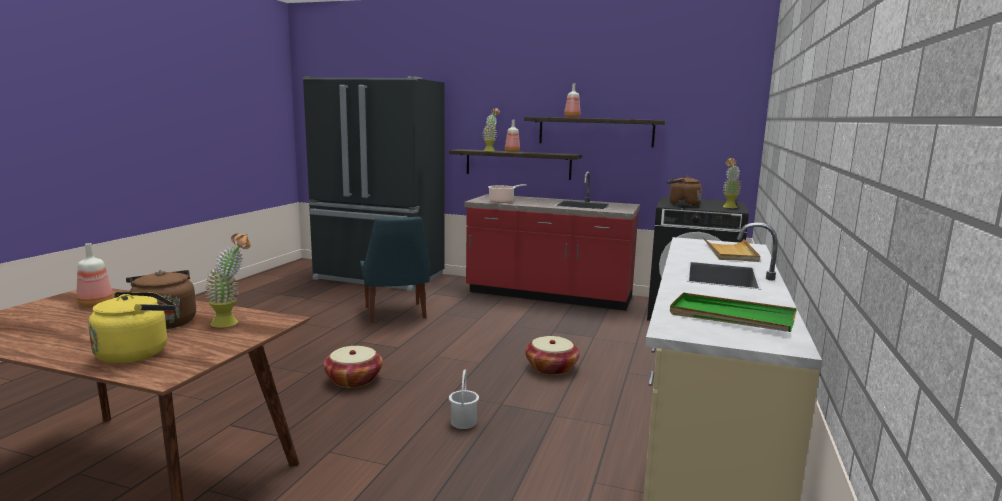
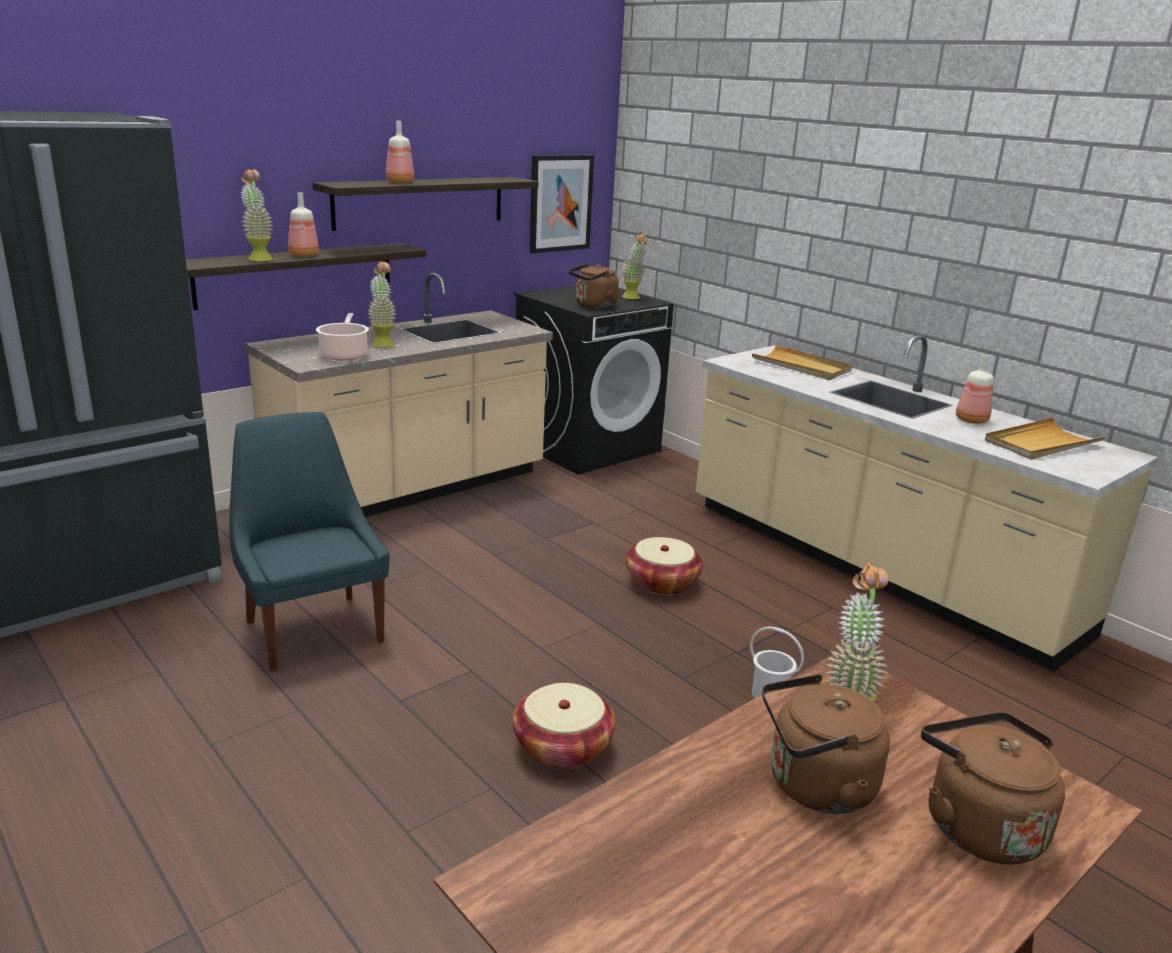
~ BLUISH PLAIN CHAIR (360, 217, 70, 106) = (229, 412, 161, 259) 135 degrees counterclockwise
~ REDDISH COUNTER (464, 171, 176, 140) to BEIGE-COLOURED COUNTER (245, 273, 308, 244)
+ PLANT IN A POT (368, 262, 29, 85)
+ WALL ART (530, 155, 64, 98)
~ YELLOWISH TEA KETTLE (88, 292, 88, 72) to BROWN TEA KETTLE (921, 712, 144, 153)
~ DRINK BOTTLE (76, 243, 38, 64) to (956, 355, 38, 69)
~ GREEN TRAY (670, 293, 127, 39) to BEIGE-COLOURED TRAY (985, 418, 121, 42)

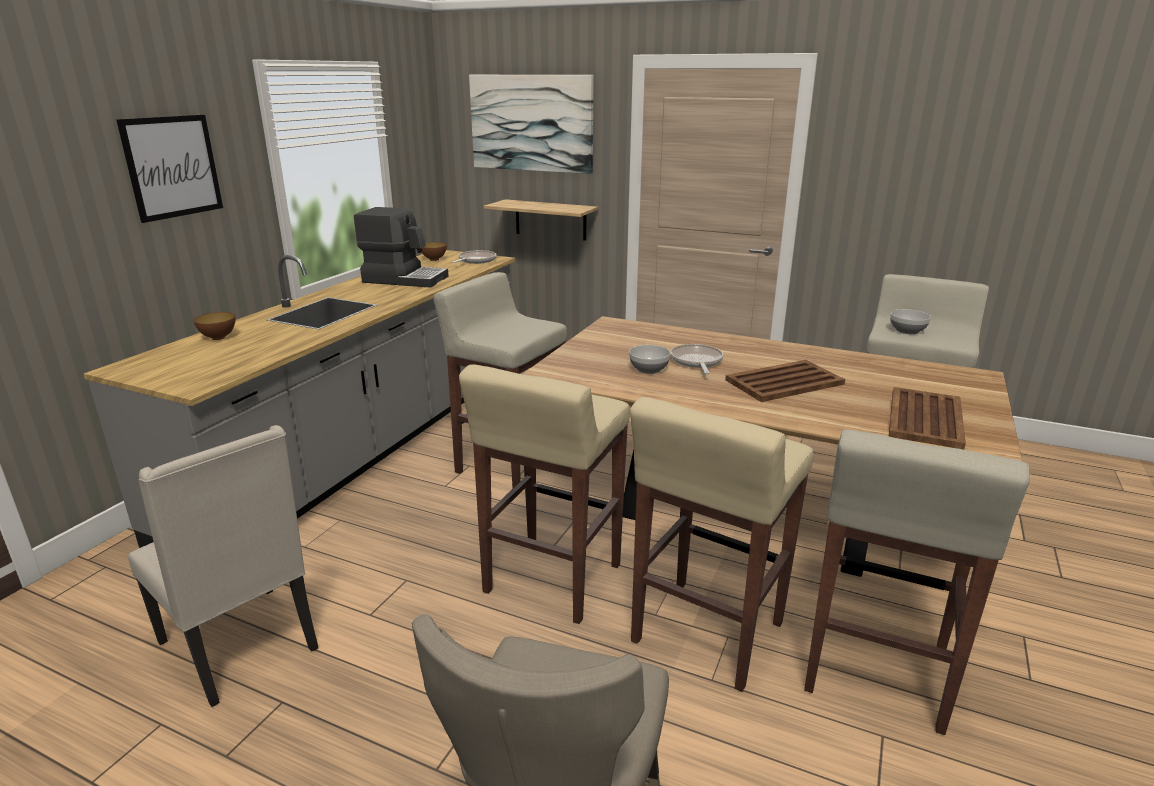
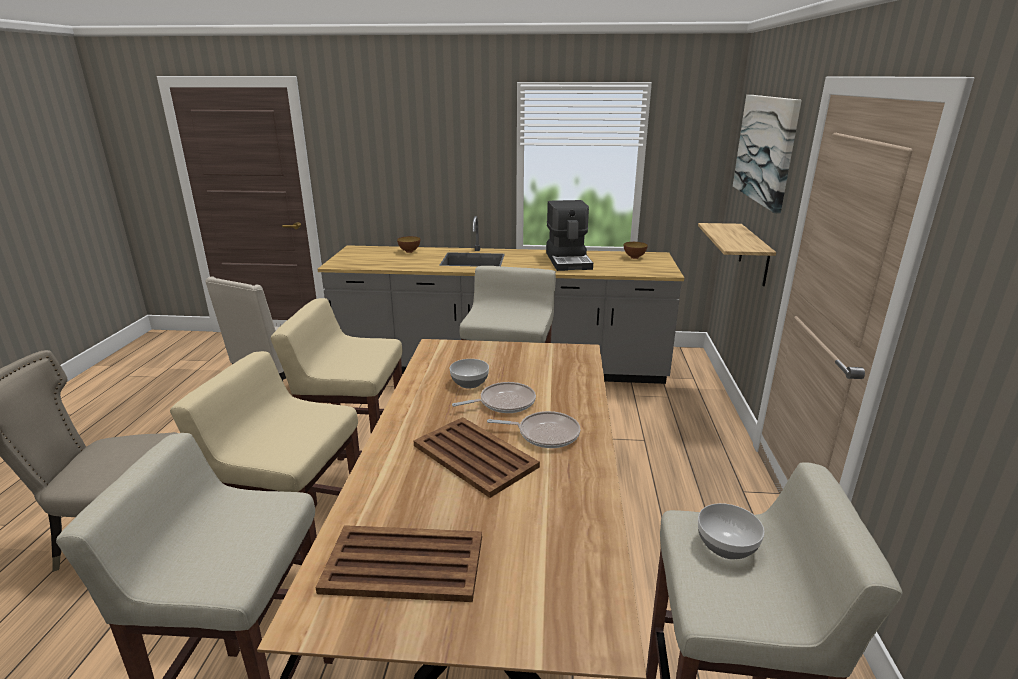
~ FRYING PAN (452, 250, 44, 14) to (487, 411, 93, 37)
- WALL ART (116, 115, 107, 108)

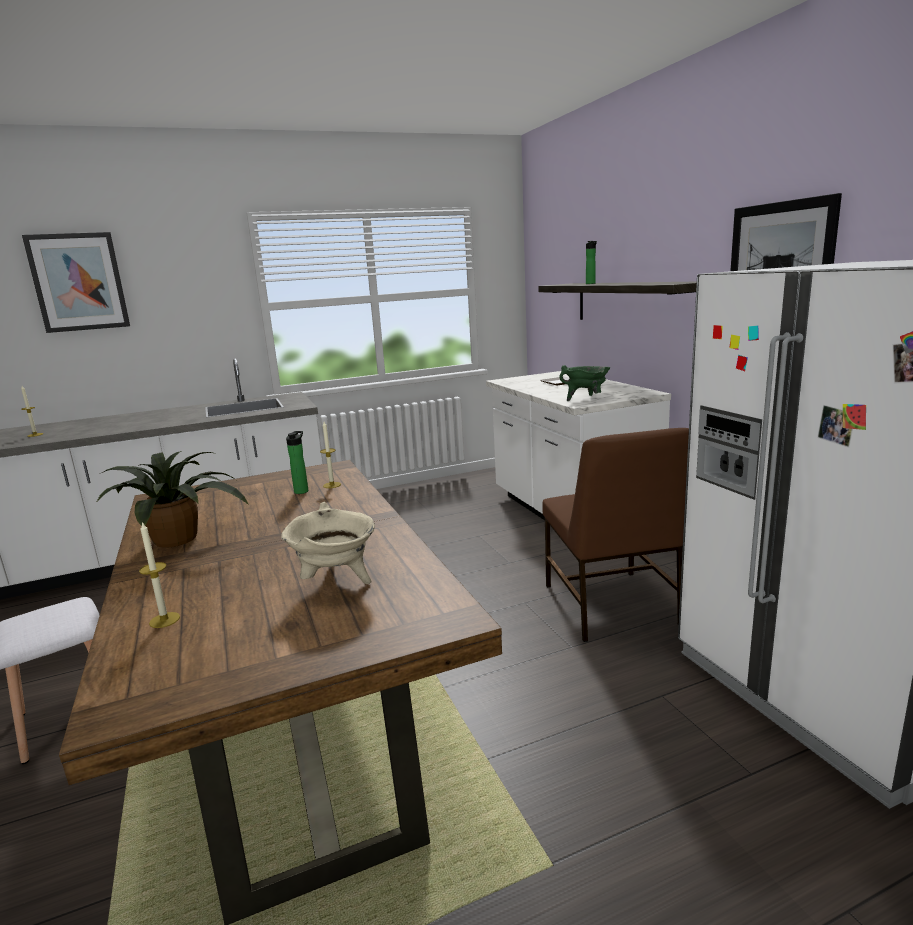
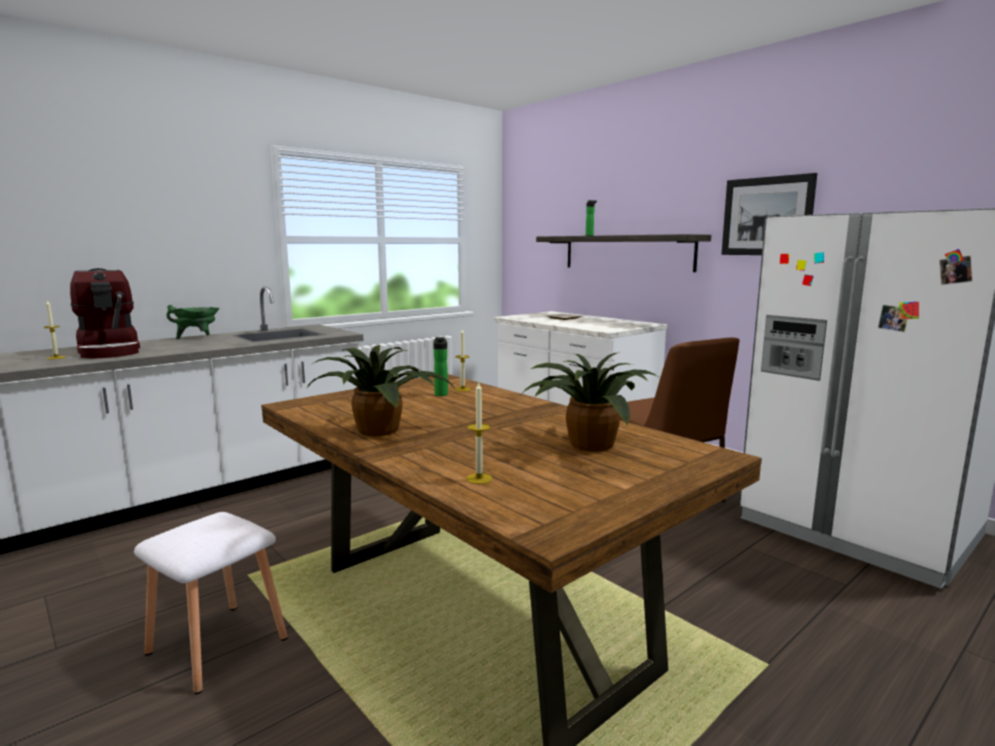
+ COFFEE BREWER (70, 268, 70, 90)
~ GREEN SAUCEPOT (559, 365, 51, 36) to (166, 305, 54, 34)
~ BEIGE-COLOURED SAUCEPOT (282, 502, 93, 82) to PLANT IN A POT (522, 352, 138, 100)
- WALL ART (22, 232, 108, 101)

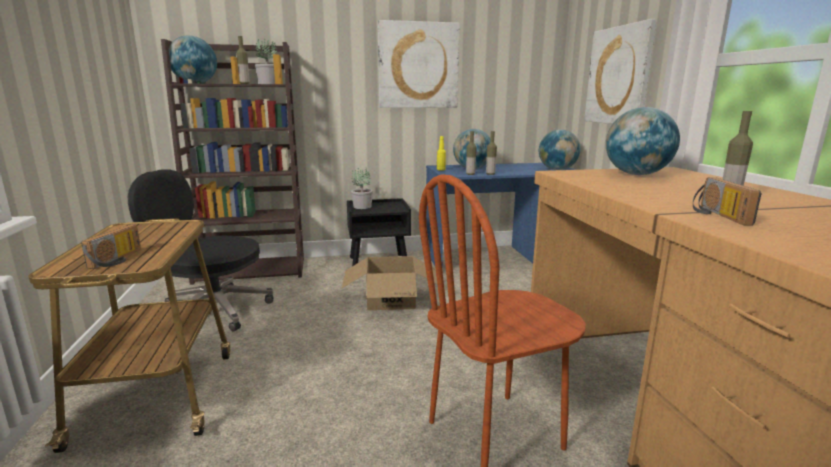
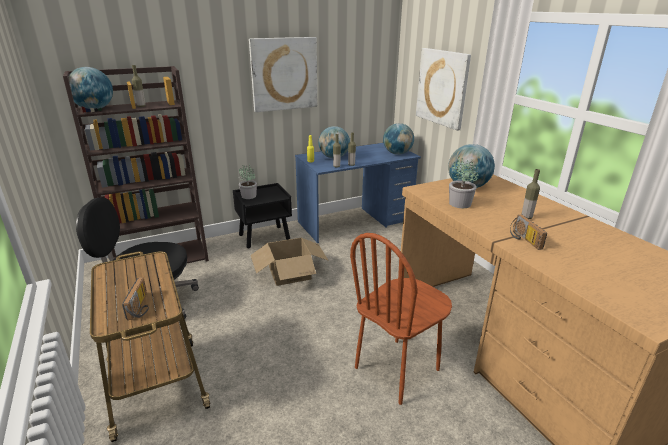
~ PLANT IN A POT (255, 39, 22, 45) to (449, 157, 29, 51)

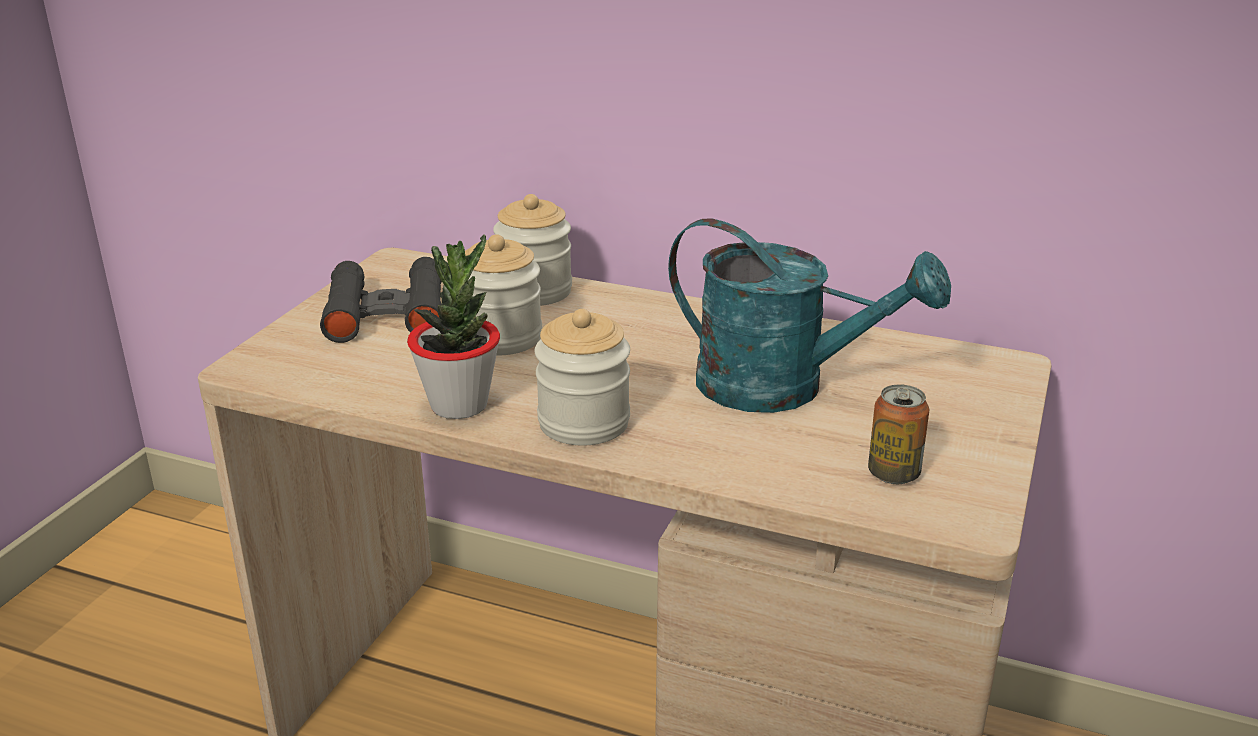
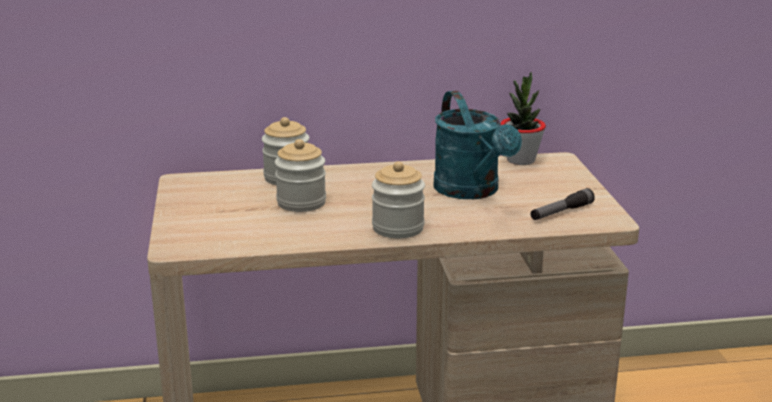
~ TURQUOISE-COLOURED SPRINKLING CAN (668, 219, 283, 194) = (434, 91, 88, 108) 75 degrees clockwise
~ PLANT IN A POT (407, 234, 93, 185) to (500, 72, 46, 93)
~ METAL CAN (868, 385, 61, 99) to FLASHLIGHT (531, 188, 64, 32)
- BLACK BINOCULARS (320, 257, 122, 86)

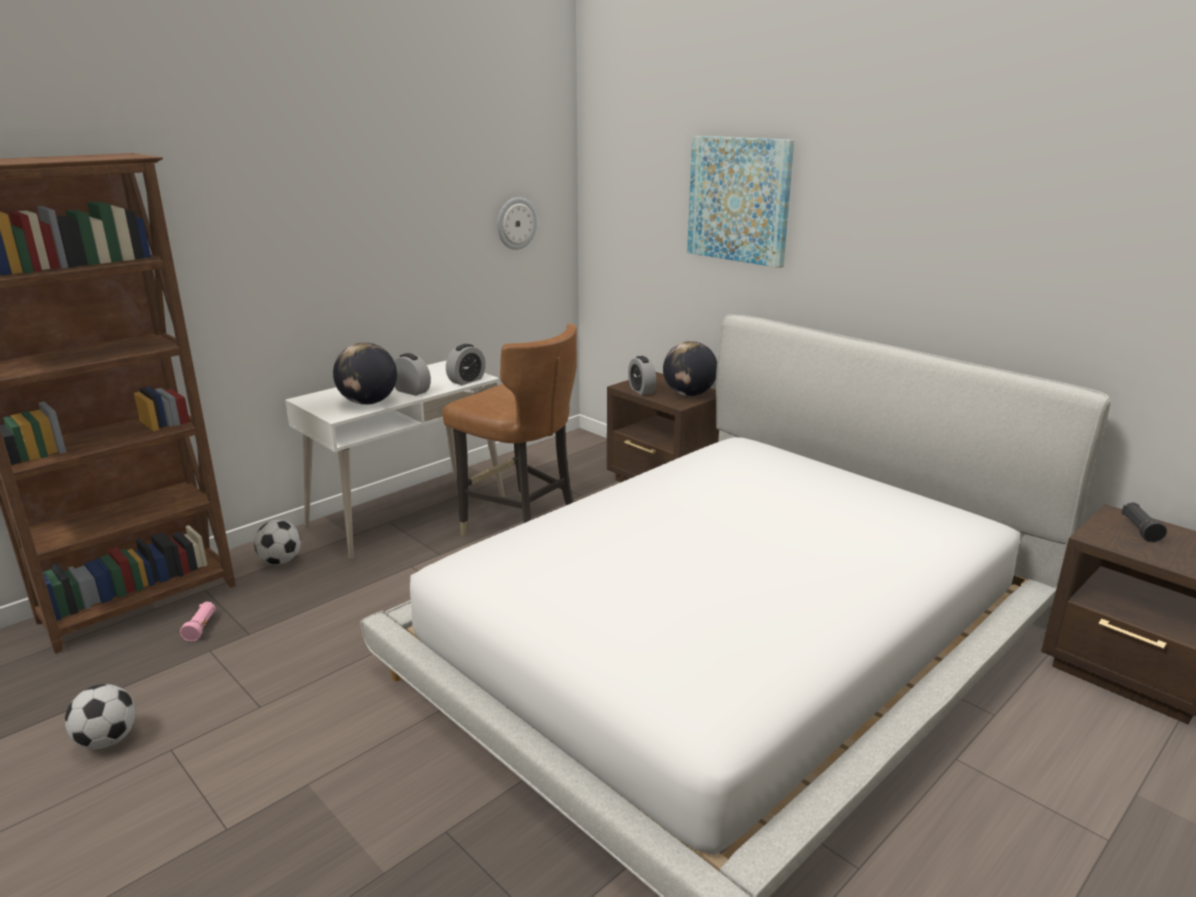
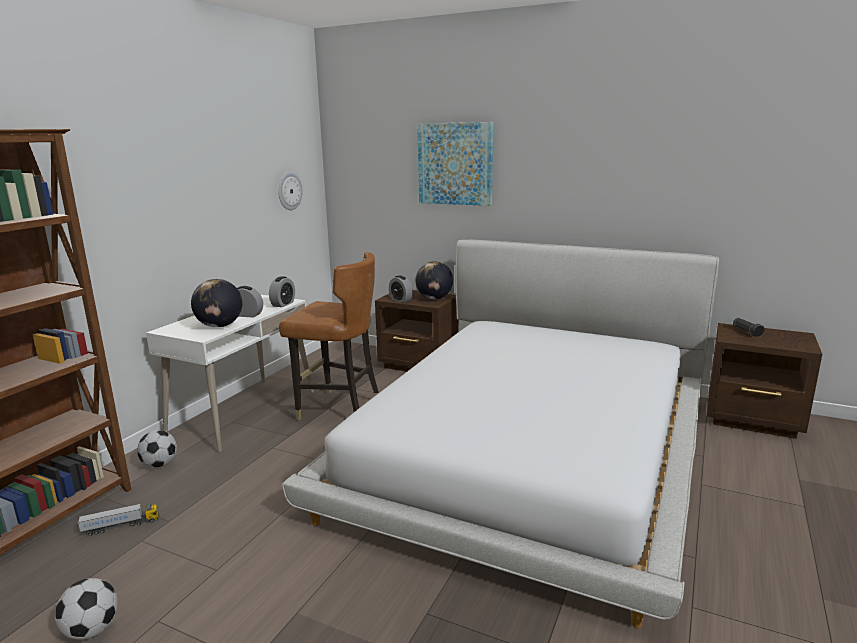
~ PINKISH FLASHLIGHT (180, 602, 36, 39) to MODEL TRUCK (78, 503, 81, 33)

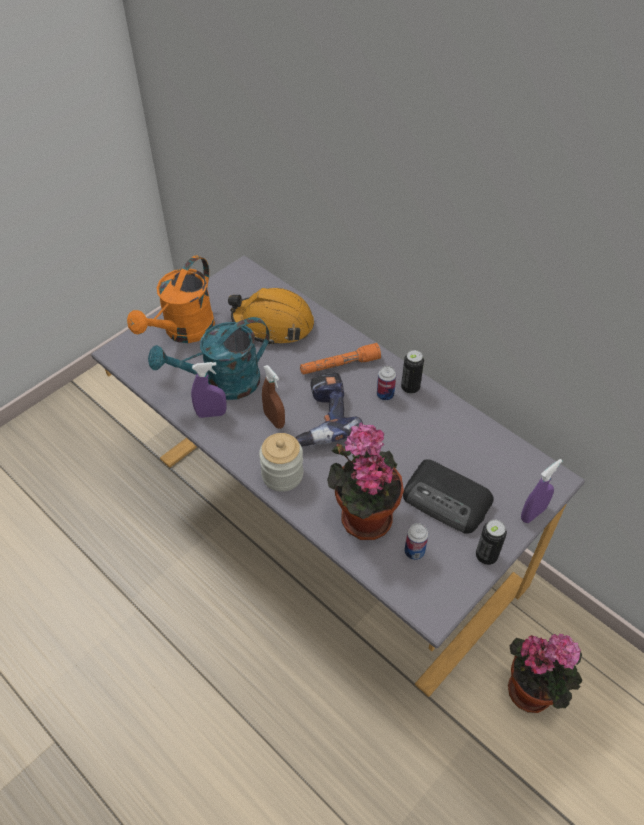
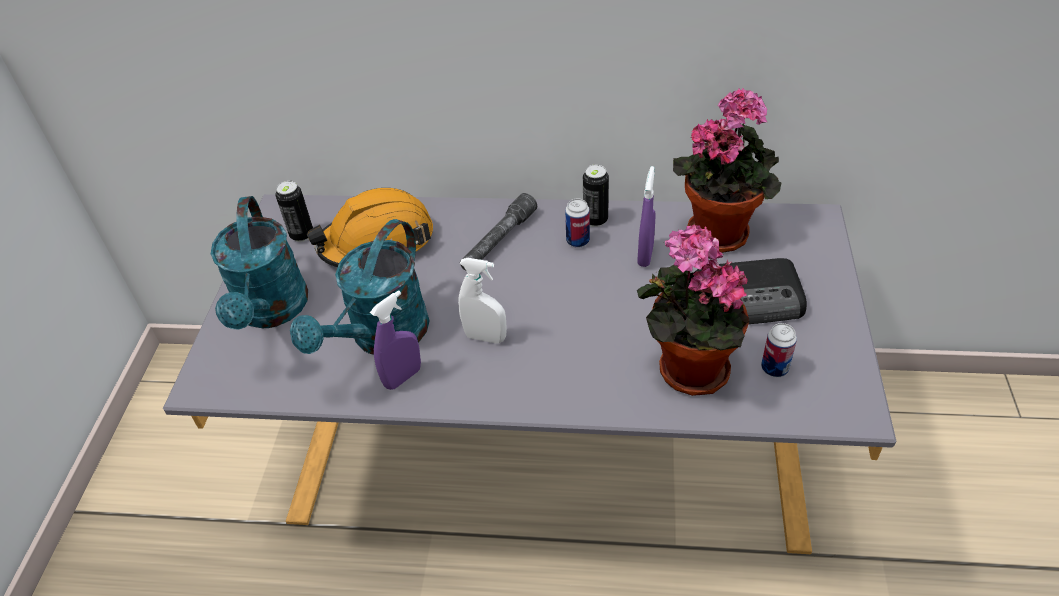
~ ORANGE-COLOURED SPRINKLING CAN (127, 256, 88, 87) to TURQUOISE-COLOURED SPRINKLING CAN (211, 196, 97, 134)
~ METAL CAN (476, 520, 31, 45) to (275, 181, 38, 61)
~ BROWN HAND SPRAYER (262, 365, 23, 64) to WHITE-COLOURED HAND SPRAYER (458, 258, 49, 85)
~ ORANGE-COLOURED FLASHLIGHT (300, 343, 81, 32) to GRAY FLASHLIGHT (460, 193, 77, 78)
~ PURPLISH HAND SPRAYER (521, 459, 41, 64) to (638, 166, 18, 101)
~ PLANT IN A POT (508, 634, 74, 79) to (673, 88, 109, 165)
- PRESERVE JAR (259, 433, 44, 59)
- POWER DRILL (296, 372, 67, 74)

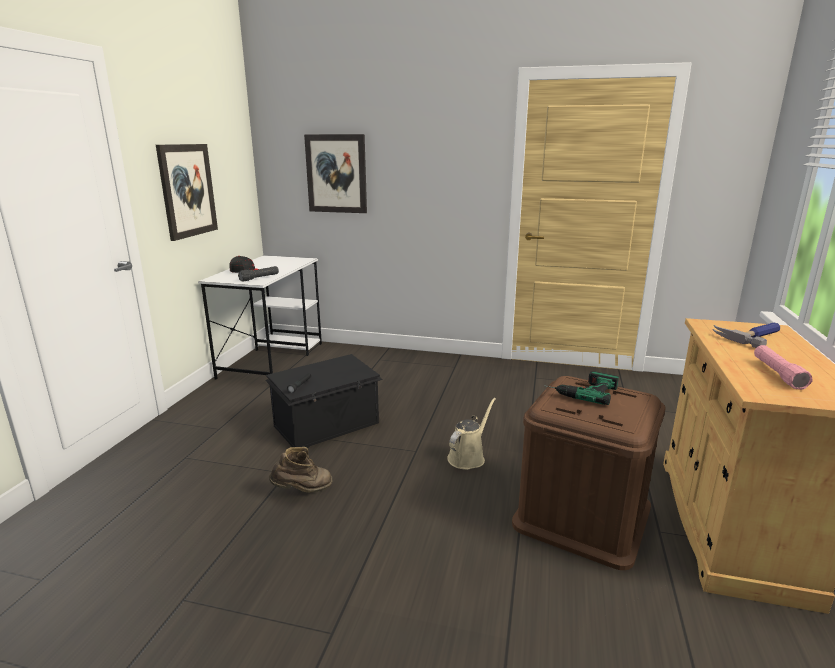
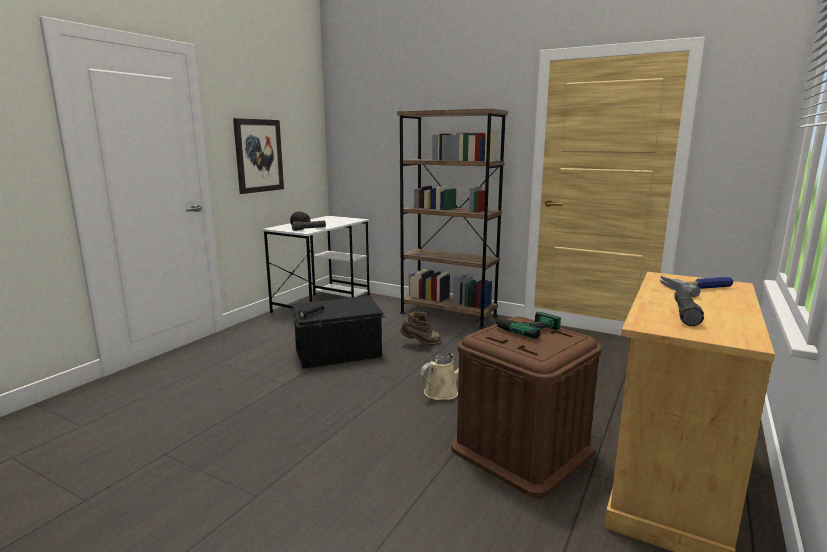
+ BROWN SHELVING UNIT (397, 109, 111, 220)
~ BROWN HIGH-TOP BOOT (269, 447, 63, 46) to (400, 311, 41, 34)
~ PINKISH FLASHLIGHT (754, 345, 58, 45) to BLACK FLASHLIGHT (674, 289, 30, 37)
- WALL ART (304, 134, 63, 79)

